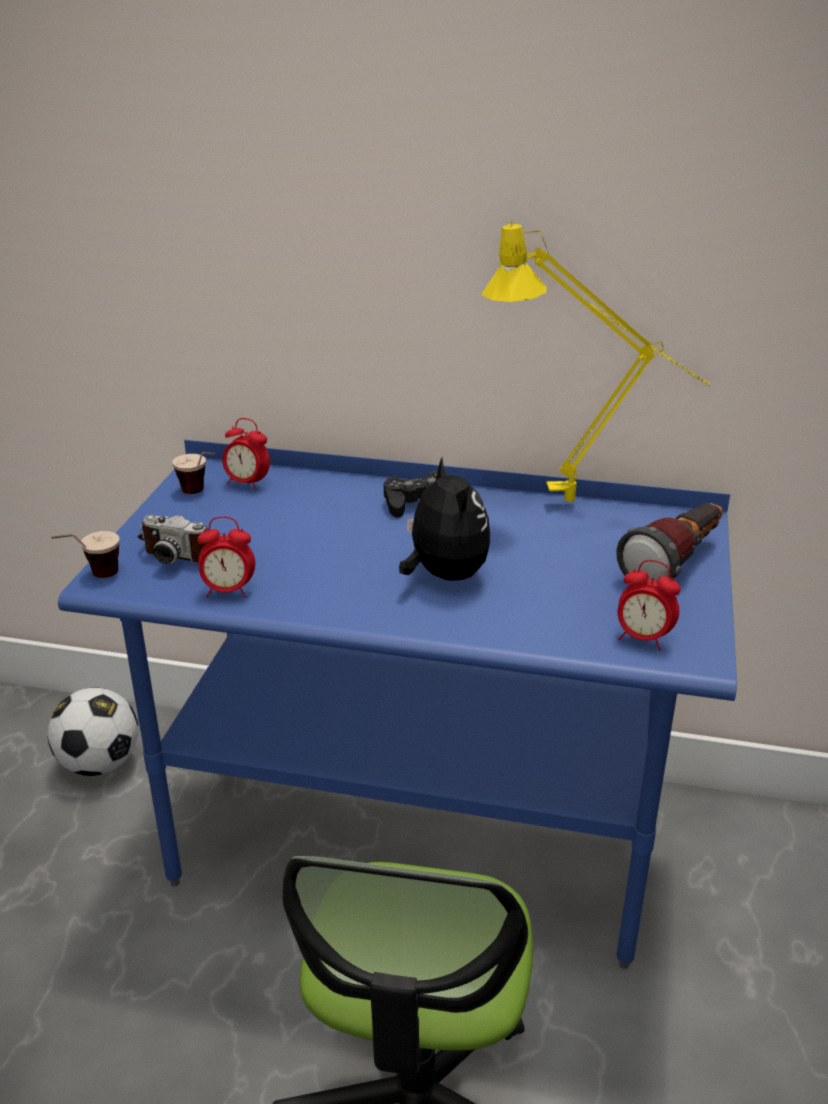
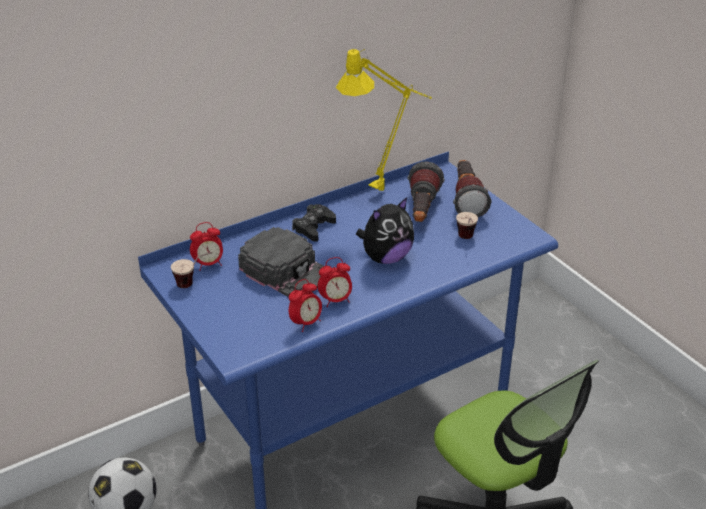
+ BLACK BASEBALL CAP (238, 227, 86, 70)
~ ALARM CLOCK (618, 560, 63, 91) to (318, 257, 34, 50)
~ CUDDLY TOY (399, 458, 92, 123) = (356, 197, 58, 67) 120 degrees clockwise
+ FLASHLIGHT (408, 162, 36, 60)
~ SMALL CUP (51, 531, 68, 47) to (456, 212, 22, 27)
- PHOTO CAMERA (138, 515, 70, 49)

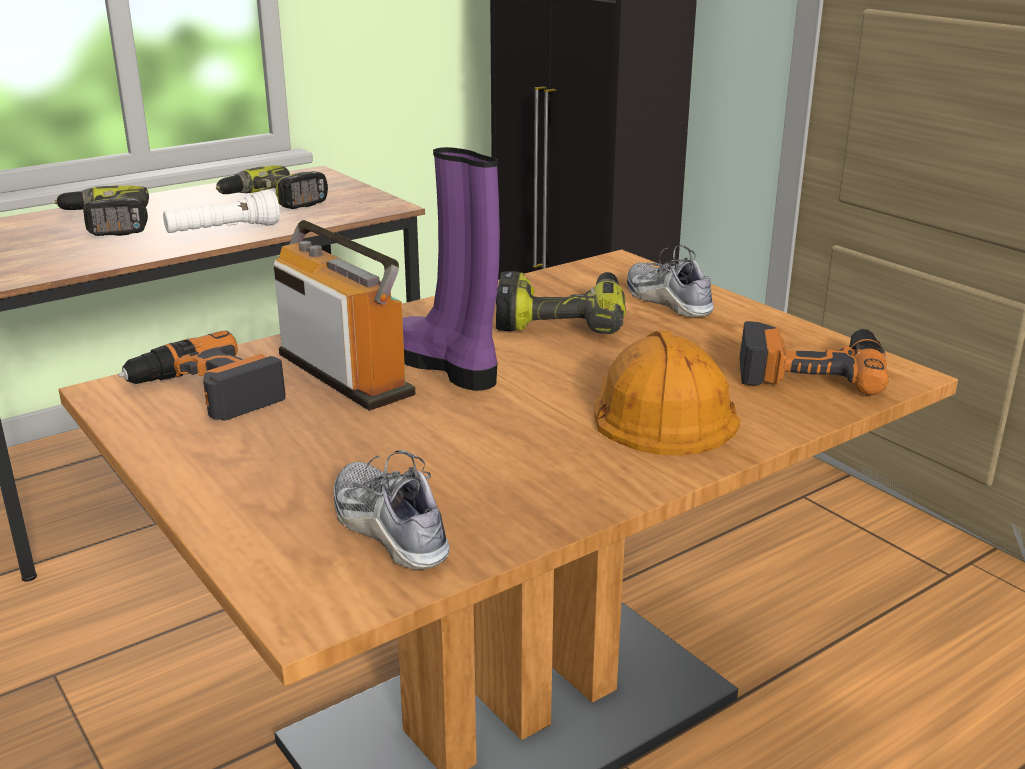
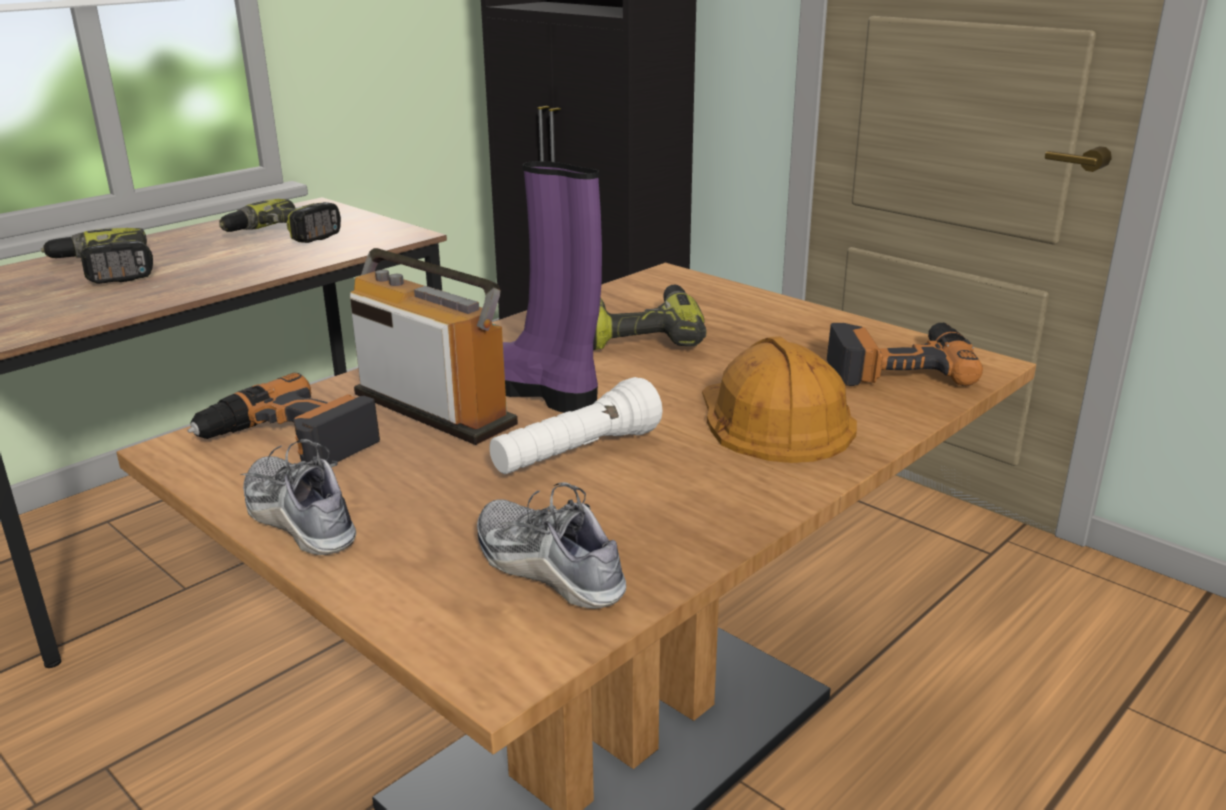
~ LOW SHOE (627, 245, 87, 72) to (240, 439, 116, 116)
~ WHITE-COLOURED FLASHLIGHT (163, 190, 117, 43) to (490, 377, 173, 97)

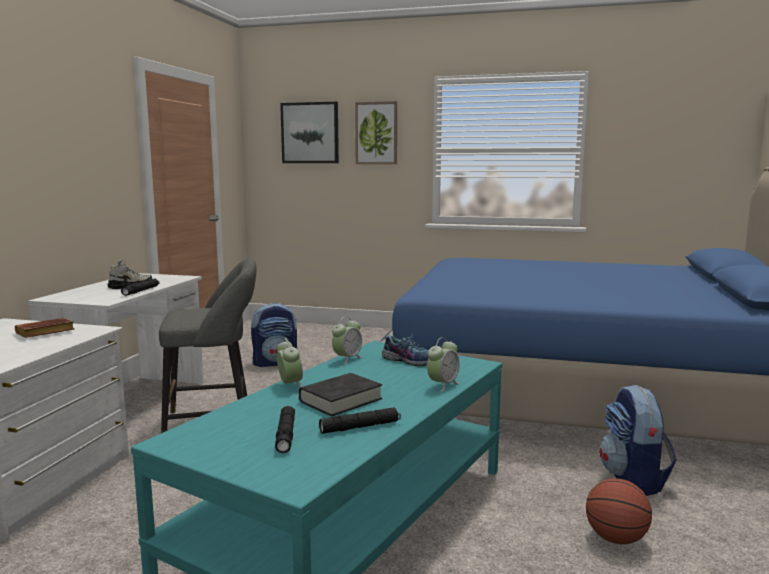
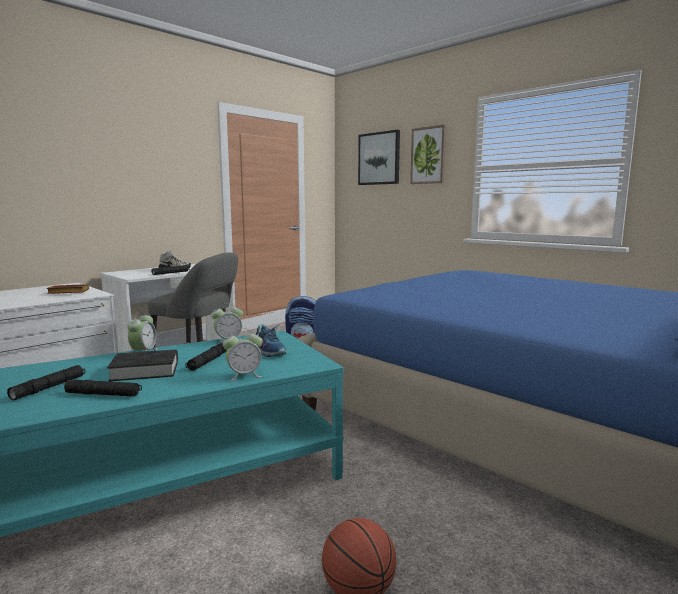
+ BLACK FLASHLIGHT (185, 342, 42, 29)
- BACKPACK (599, 385, 77, 111)

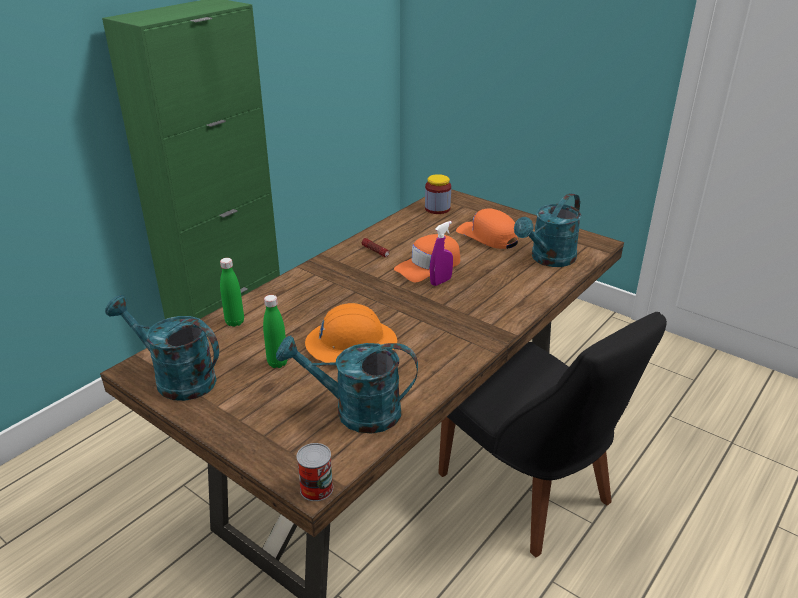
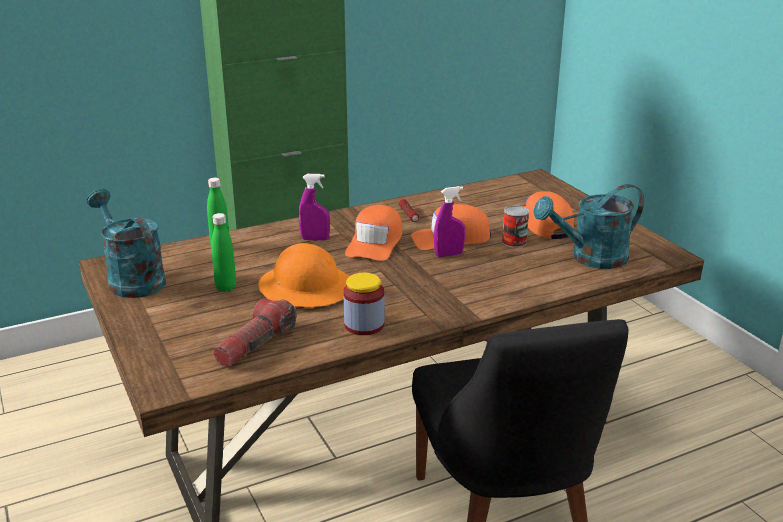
~ TURQUOISE-COLOURED SPRINKLING CAN (276, 336, 142, 98) to FLASHLIGHT (214, 298, 83, 69)
+ PURPLISH HAND SPRAYER (299, 174, 31, 67)
~ PRESERVE JAR (425, 174, 26, 40) to (344, 273, 41, 62)
+ ORANGE-COLOURED BASEBALL CAP (345, 205, 57, 56)
~ METAL CAN (297, 443, 36, 58) to (502, 205, 27, 42)

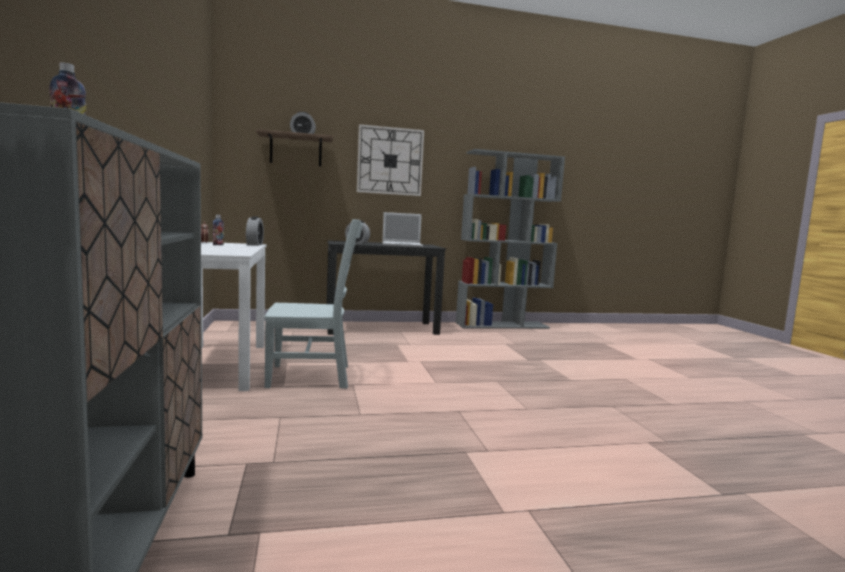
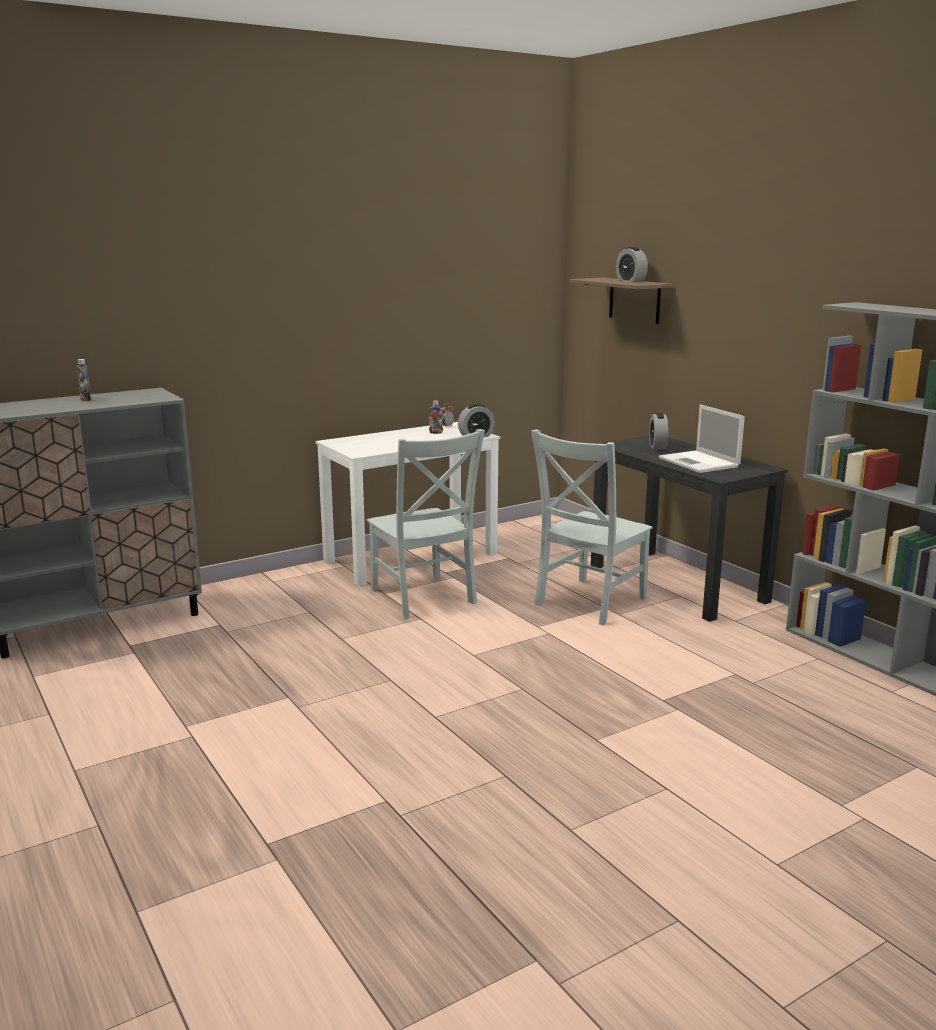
+ GRAY PLAIN CHAIR (531, 430, 121, 195)
- WALL CLOCK (357, 124, 67, 72)

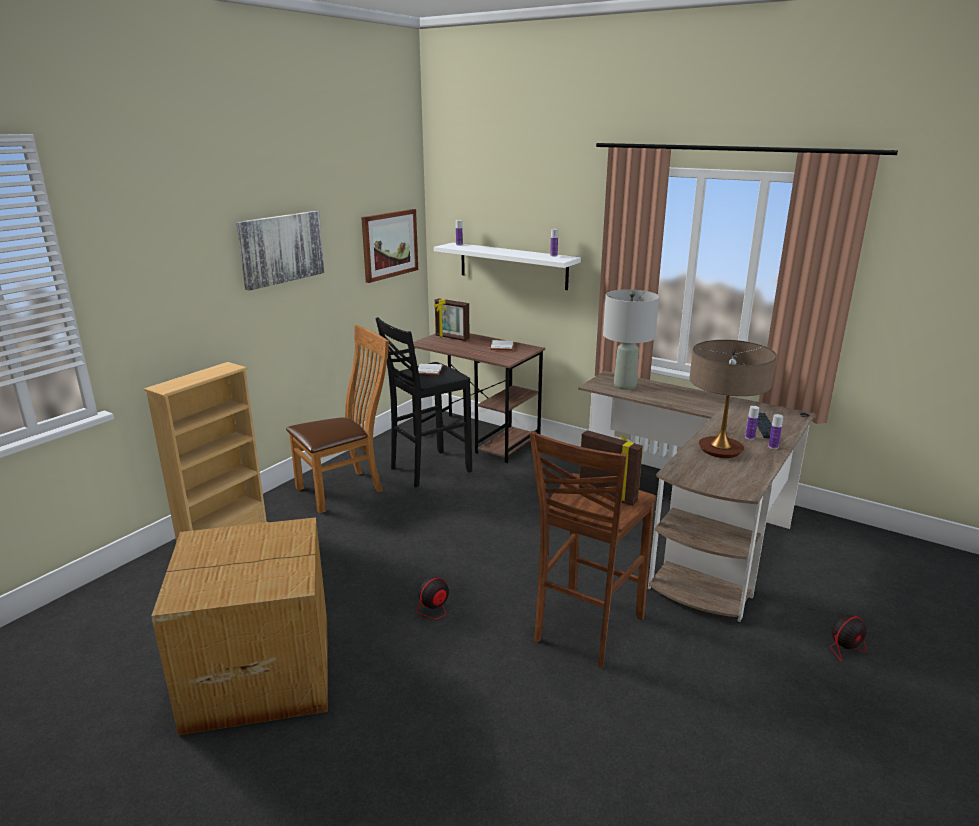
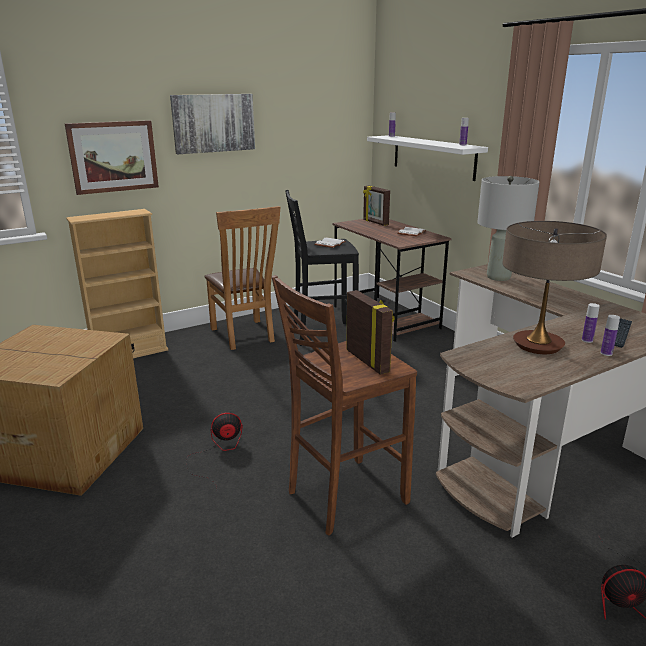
~ WALL ART (361, 209, 57, 74) to (65, 120, 94, 75)
~ BROWN PLAIN CHAIR (286, 325, 103, 188) = (204, 206, 76, 144) 75 degrees clockwise

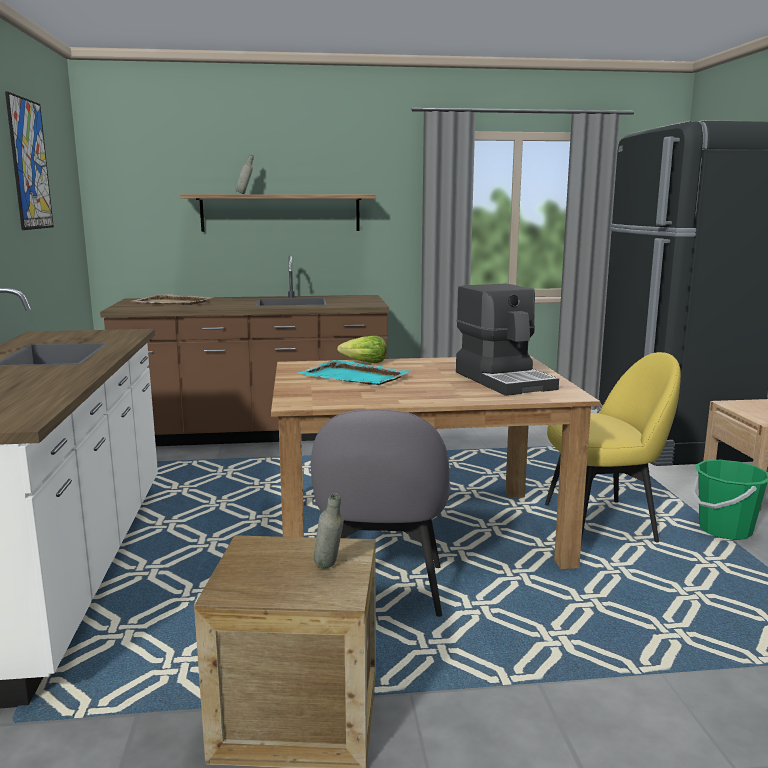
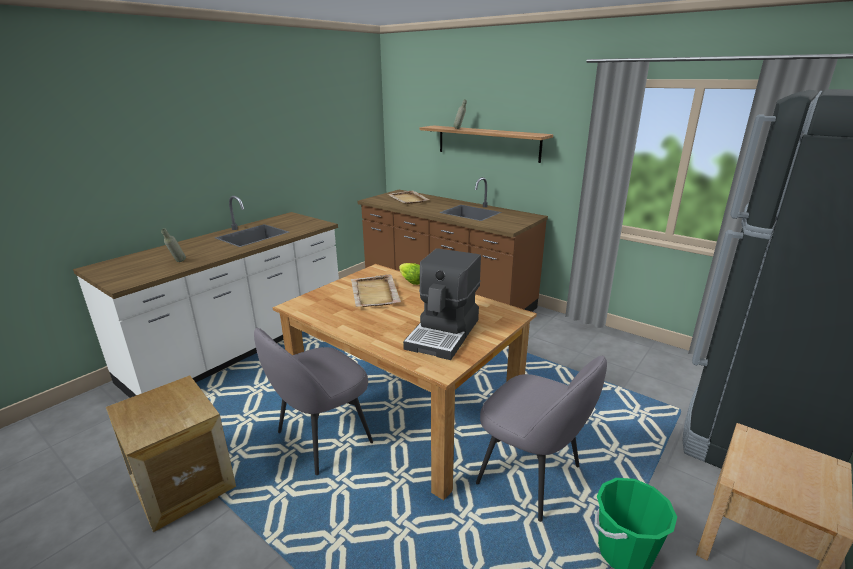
~ GRAY DRINK BOTTLE (314, 493, 30, 76) to (161, 228, 25, 34)
~ TURQUOISE-COLOURED TRAY (298, 360, 113, 25) to BEIGE-COLOURED TRAY (351, 274, 50, 33)
~ YELLOWISH PLAIN CHAIR (545, 352, 136, 190) to GRAY PLAIN CHAIR (476, 355, 131, 167)
- WALL ART (5, 91, 49, 139)

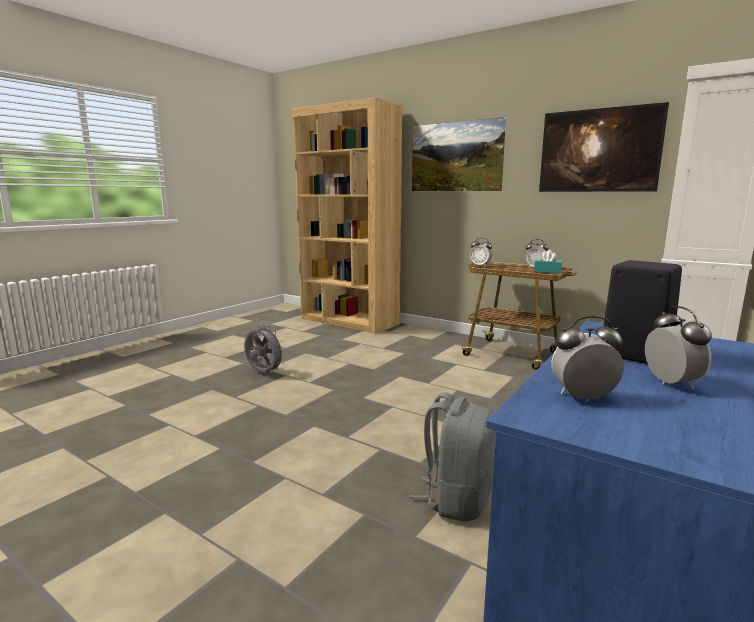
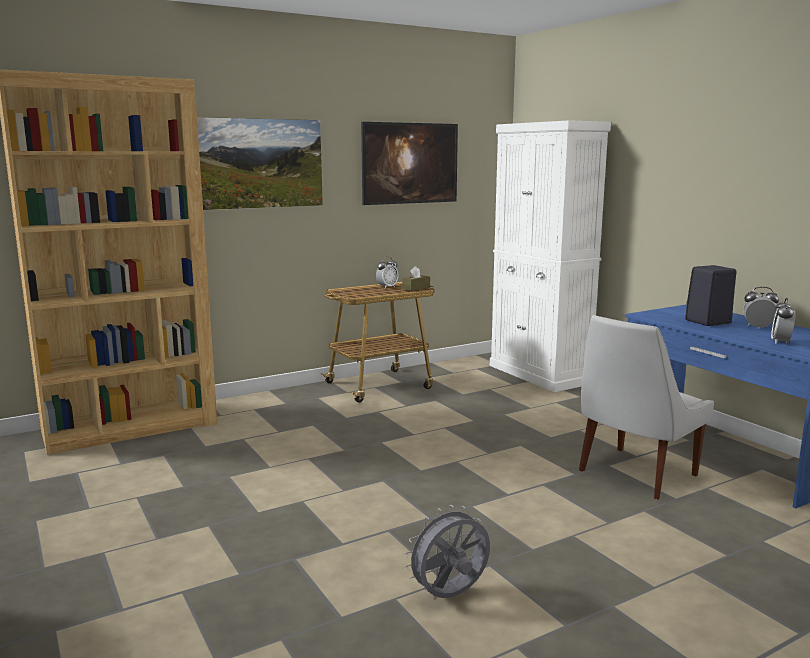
~ TURQUOISE-COLOURED BOX OF TISSUES (534, 250, 28, 23) to BROWN BOX OF TISSUES (402, 266, 28, 25)
~ GRAY ELECTRIC FAN (244, 325, 42, 48) to (404, 505, 86, 93)
~ GRAY BACKPACK (411, 392, 85, 130) to WHITE-COLOURED PLAIN CHAIR (579, 315, 135, 185)
- ALARM CLOCK (470, 238, 22, 28)

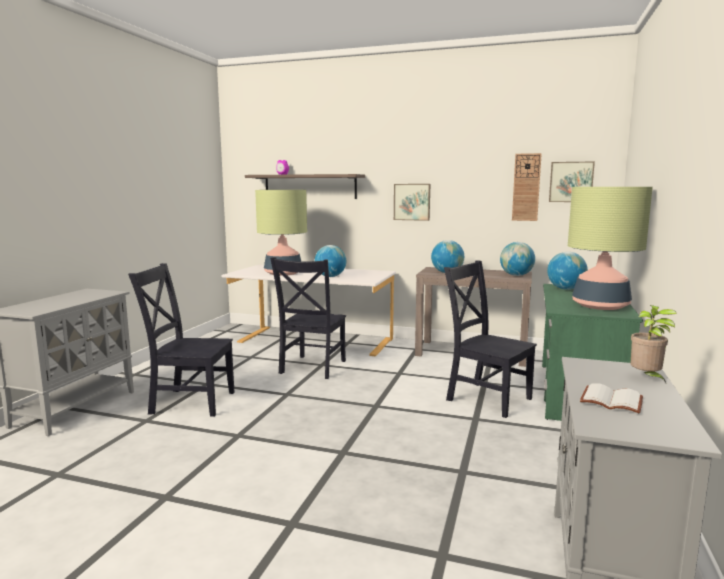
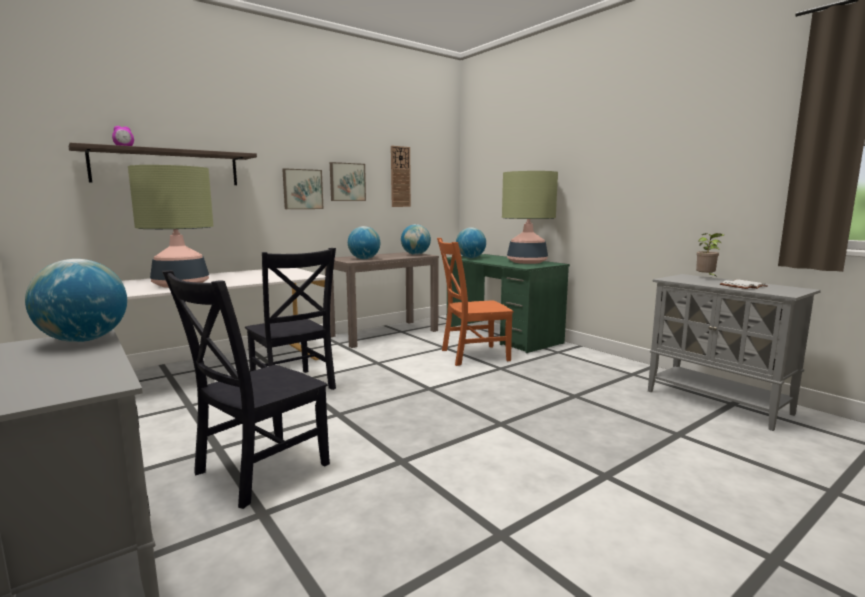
~ WORLD GLOBE (315, 245, 31, 32) to (25, 259, 102, 83)
~ WALL ART (549, 161, 46, 41) to (330, 162, 36, 39)
~ BLACK PLAIN CHAIR (444, 260, 93, 158) to ORANGE-COLOURED PLAIN CHAIR (437, 238, 76, 128)

